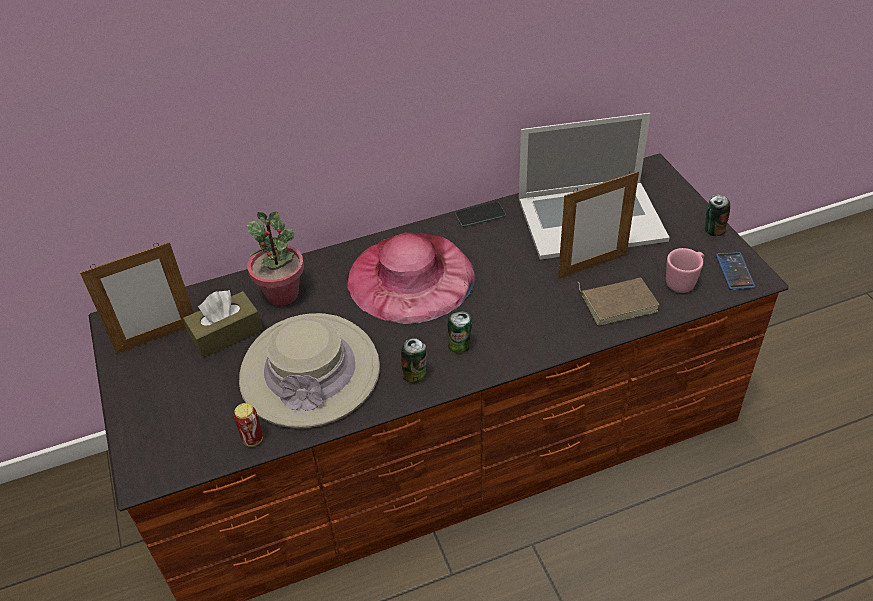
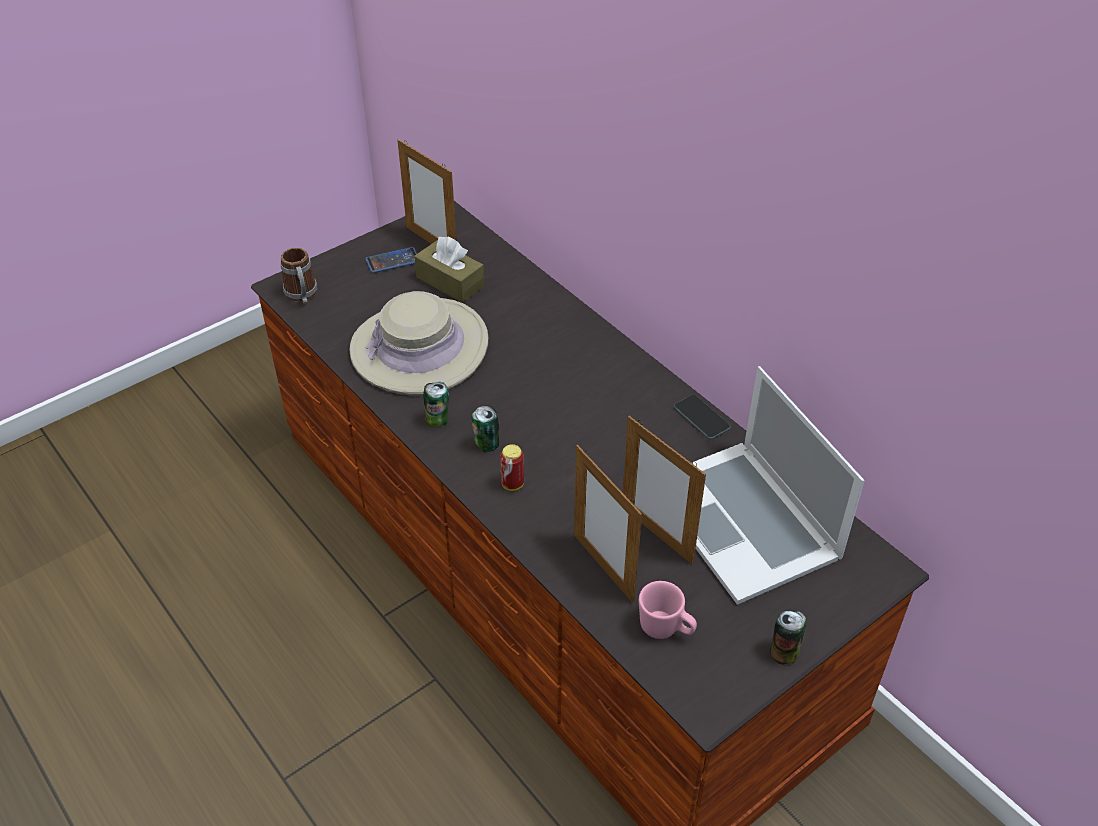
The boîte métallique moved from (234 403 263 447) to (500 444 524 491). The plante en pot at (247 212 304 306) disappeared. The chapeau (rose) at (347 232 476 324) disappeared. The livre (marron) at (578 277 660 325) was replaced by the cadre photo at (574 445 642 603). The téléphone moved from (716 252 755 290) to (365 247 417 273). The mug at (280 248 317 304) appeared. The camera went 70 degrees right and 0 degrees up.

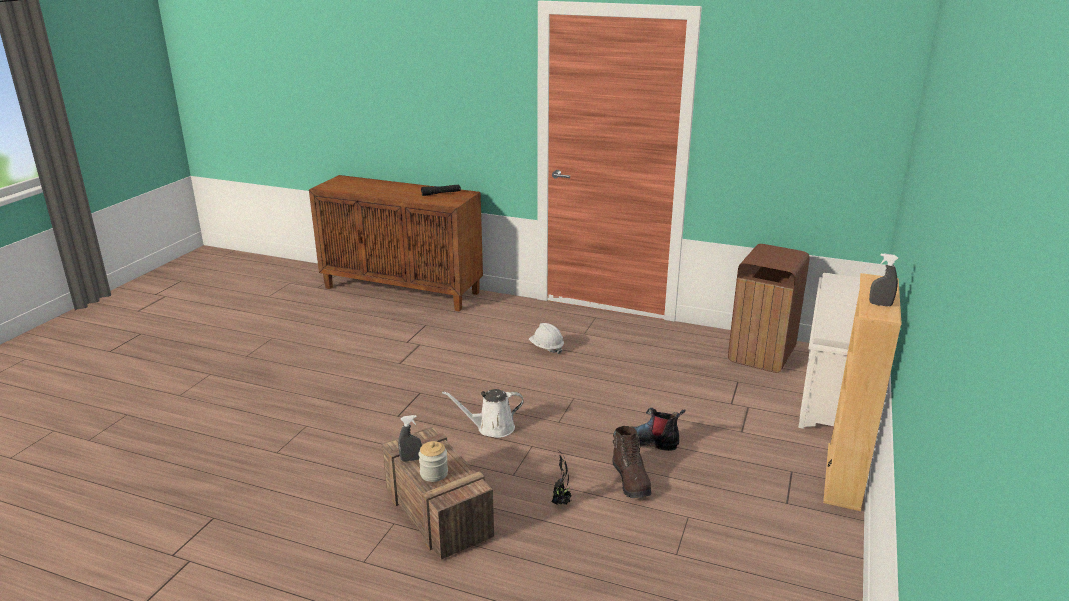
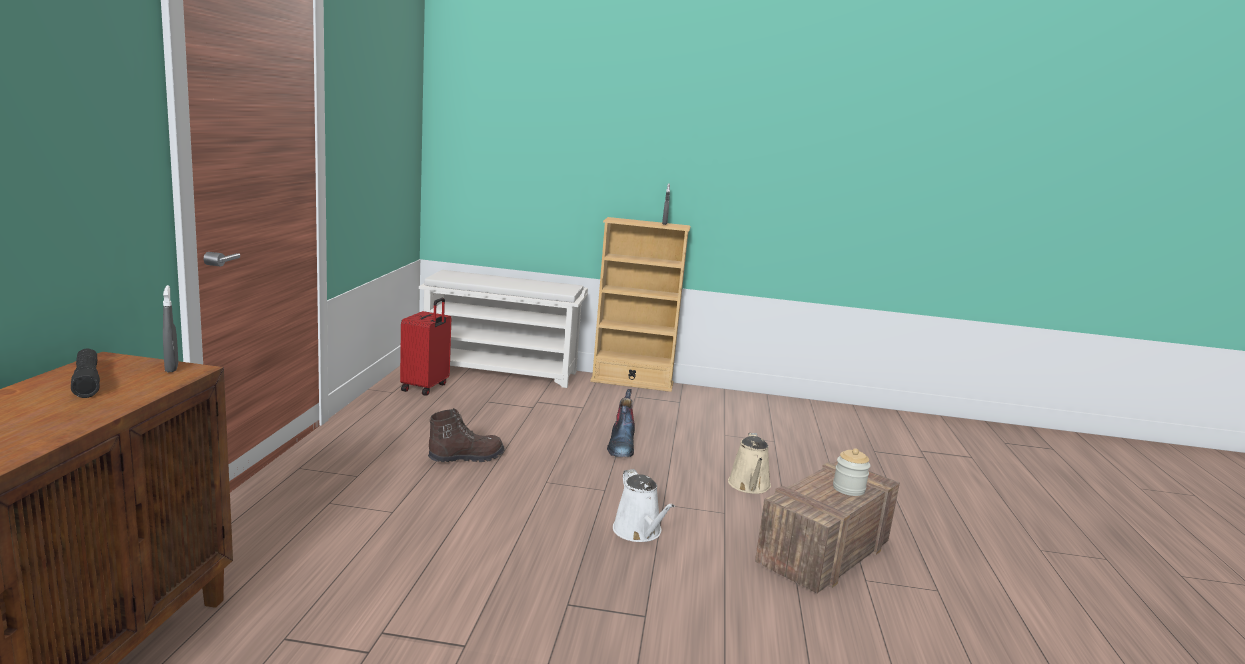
The vaporisateur (gris) moved from (398 415 422 461) to (163 285 178 372). The casque de chantier (blanc) at (529 323 564 354) disappeared. The plante en pot at (551 451 572 505) was replaced by the arrosoir (beige) at (728 433 771 494). The botte (marron) moved from (613 426 651 498) to (428 408 504 462). The poubelle (marron) at (728 244 810 373) was replaced by the valise (rouge) at (400 298 451 396). The camera went 105 degrees left and 10 degrees down.

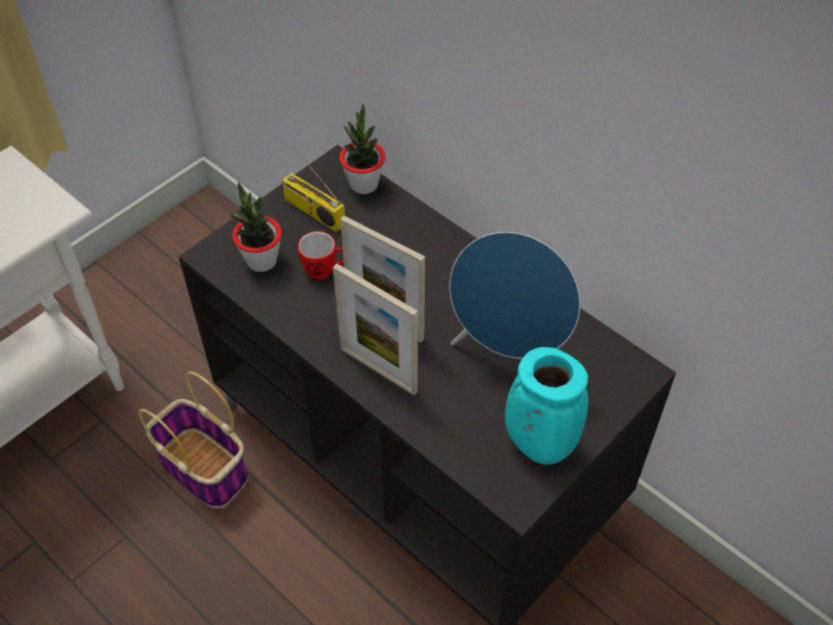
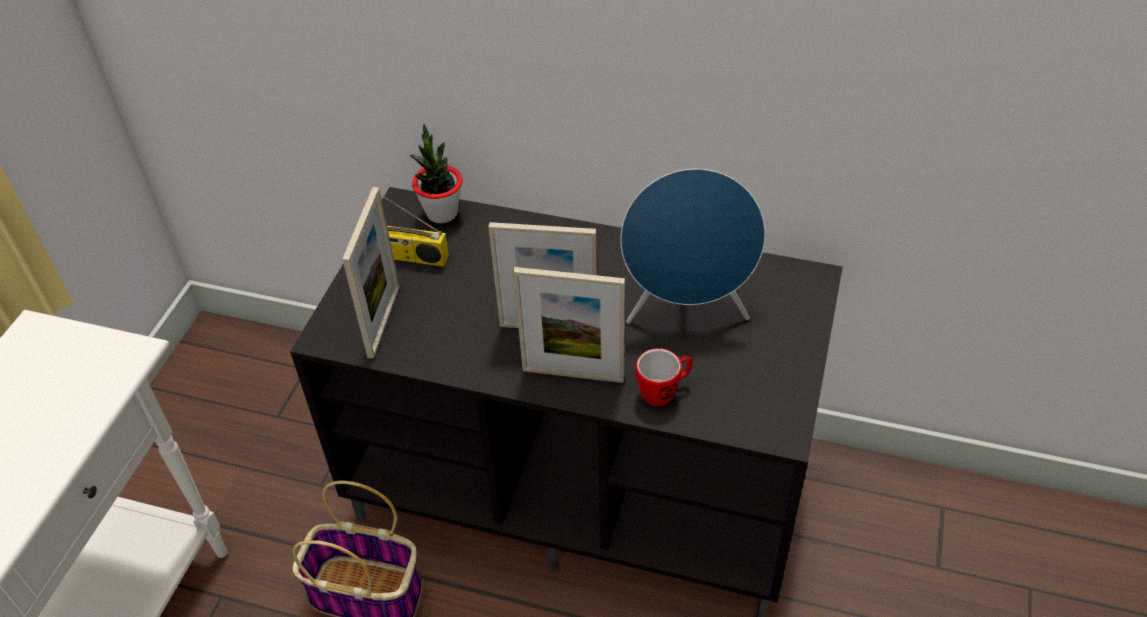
The plante en pot at (229 182 282 272) was replaced by the cadre photo at (342 187 400 359). The mug moved from (298 231 344 279) to (635 348 693 406). The vase (turquoise) at (505 347 588 465) disappeared. The camera went 25 degrees left and 5 degrees down.

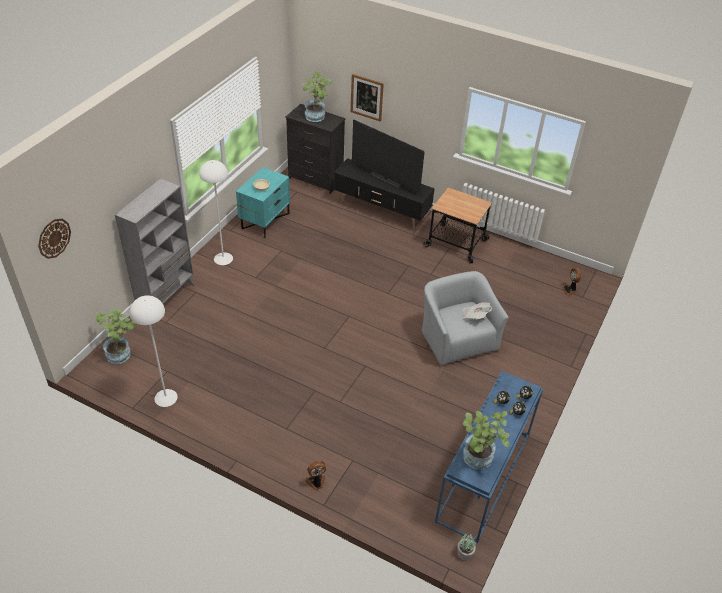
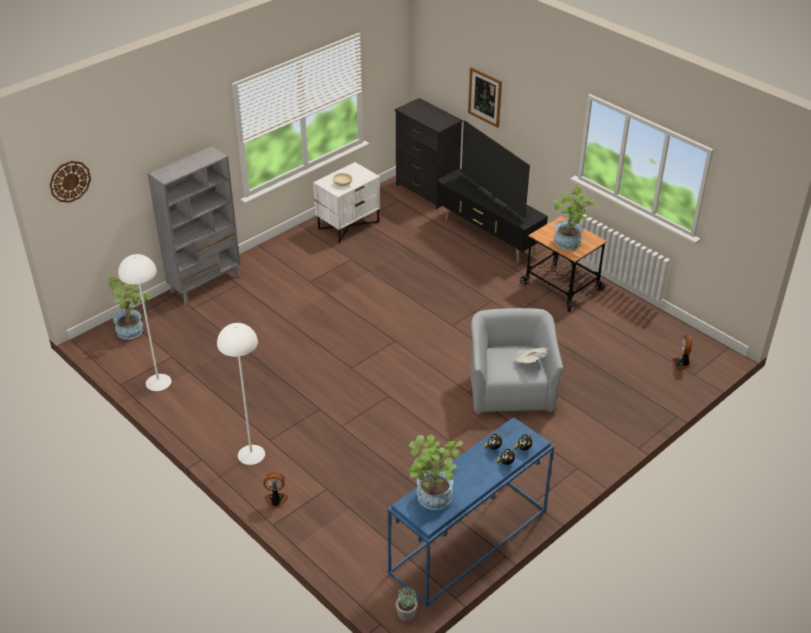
The lampadaire (blanc) moved from (199 160 233 265) to (217 323 265 465). The table de chevet (turquoise) at (236 167 290 238) became the table de chevet (blanc) at (313 162 380 243). The plante en pot moved from (301 71 335 122) to (554 185 599 250). The camera went 20 degrees right and 5 degrees down.

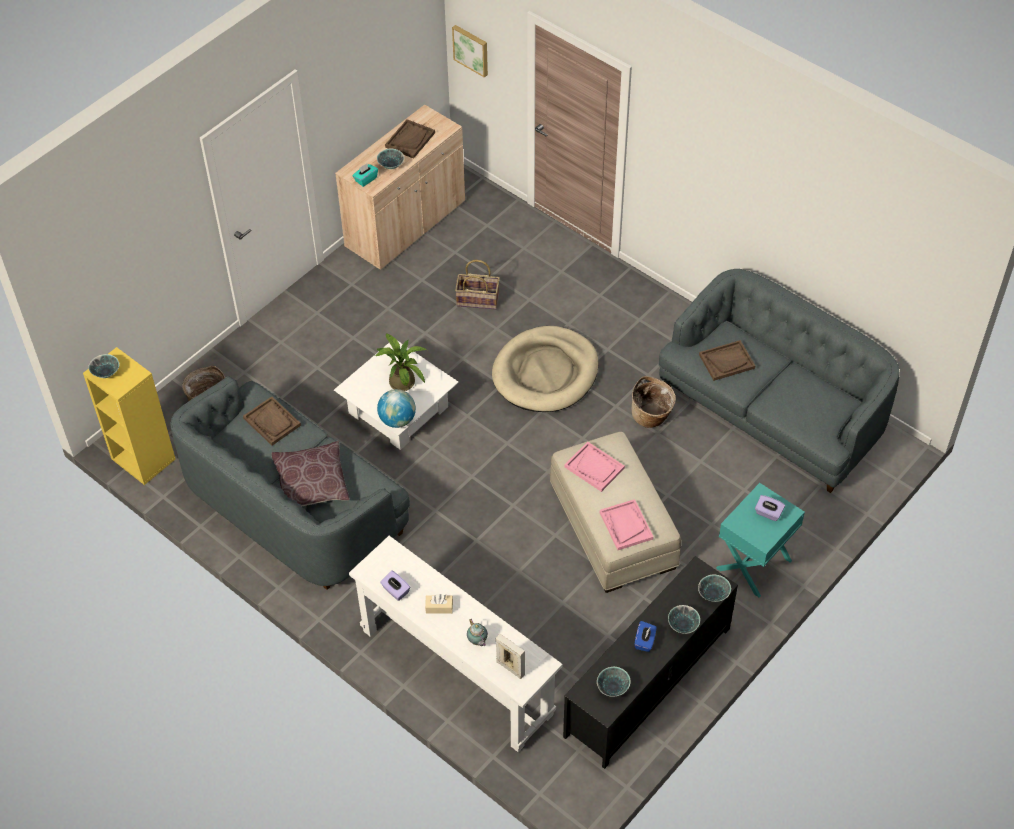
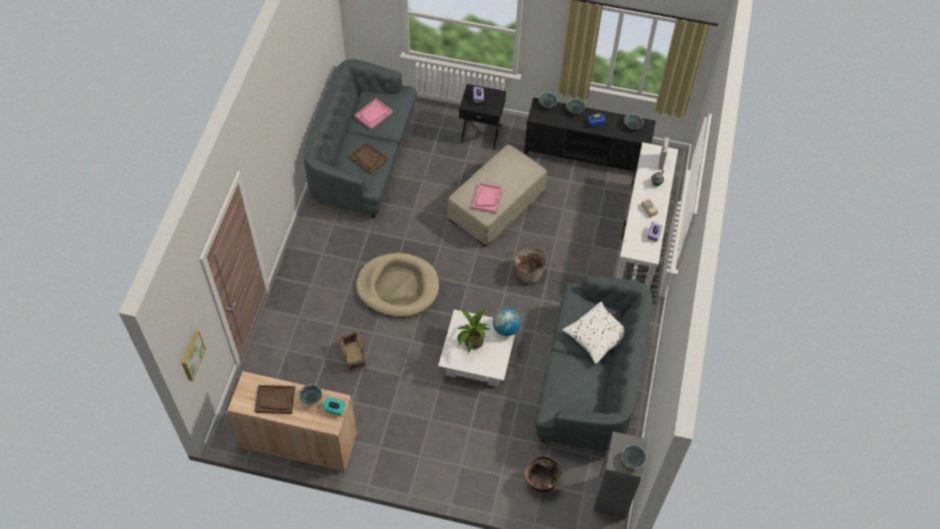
The bibliothèque (jaune) at (83 347 175 485) became the bibliothèque (gris) at (593 431 648 519). The plateau (marron) at (243 396 301 445) disappeared. The coussin (marron) at (272 441 349 506) became the coussin (blanc) at (562 302 624 364). The plateau (rose) moved from (600 499 653 550) to (355 99 393 130). The panier moved from (632 376 676 428) to (514 248 546 283). The table de chevet (turquoise) at (716 483 805 597) became the table de chevet (noir) at (459 84 506 149). The camera went 120 degrees left and 5 degrees up.

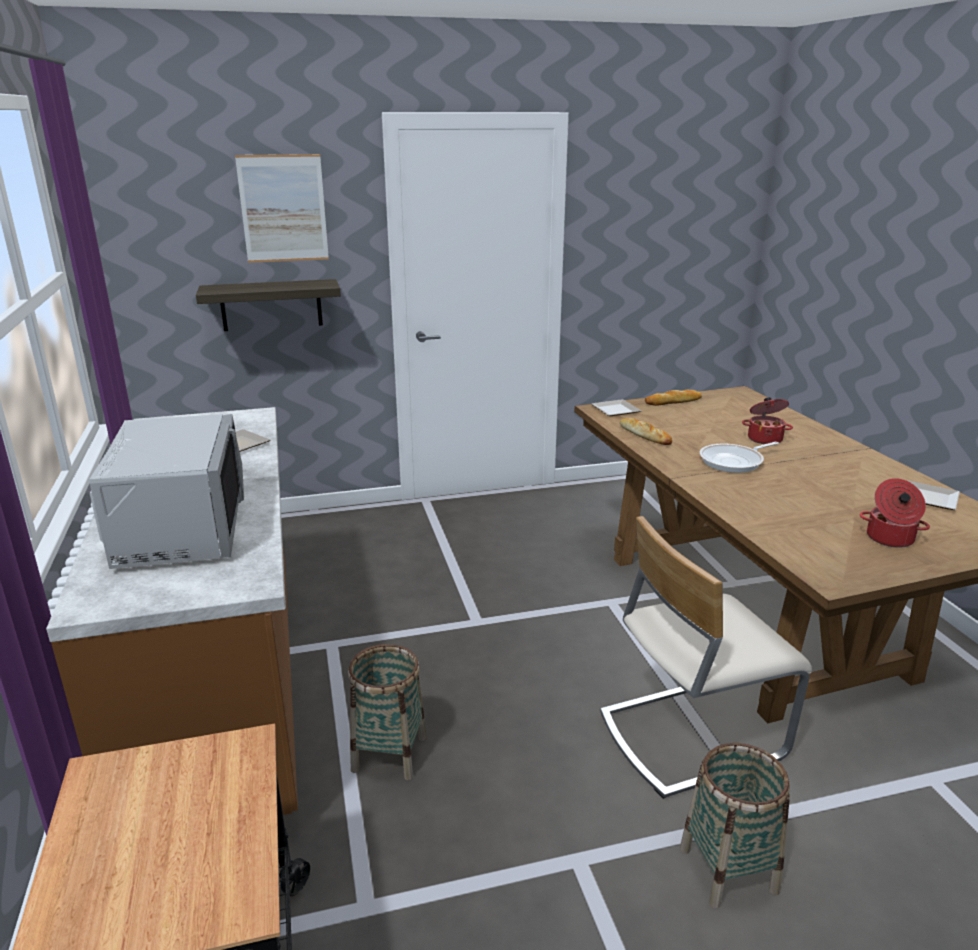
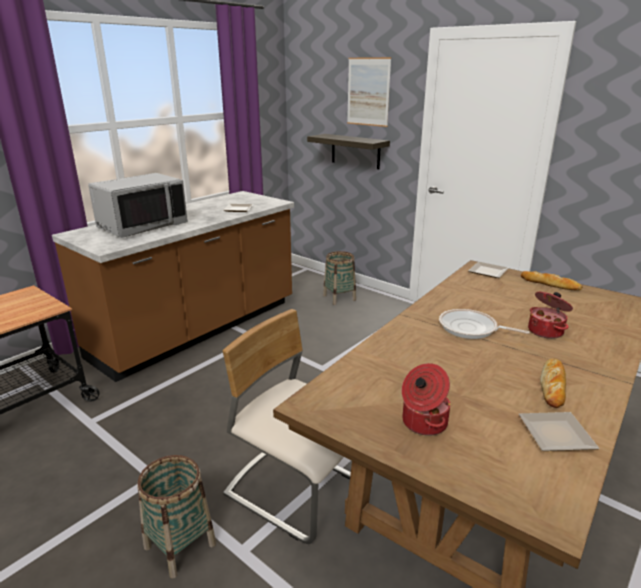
The panier moved from (348 644 427 780) to (323 251 356 305). The pain moved from (620 418 672 445) to (540 358 566 408). The camera went 55 degrees right and 0 degrees up.

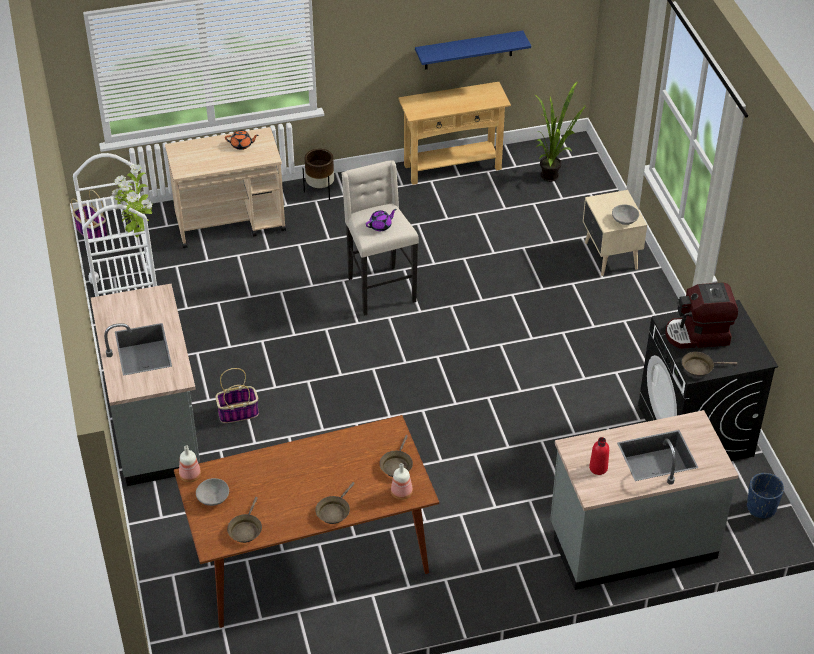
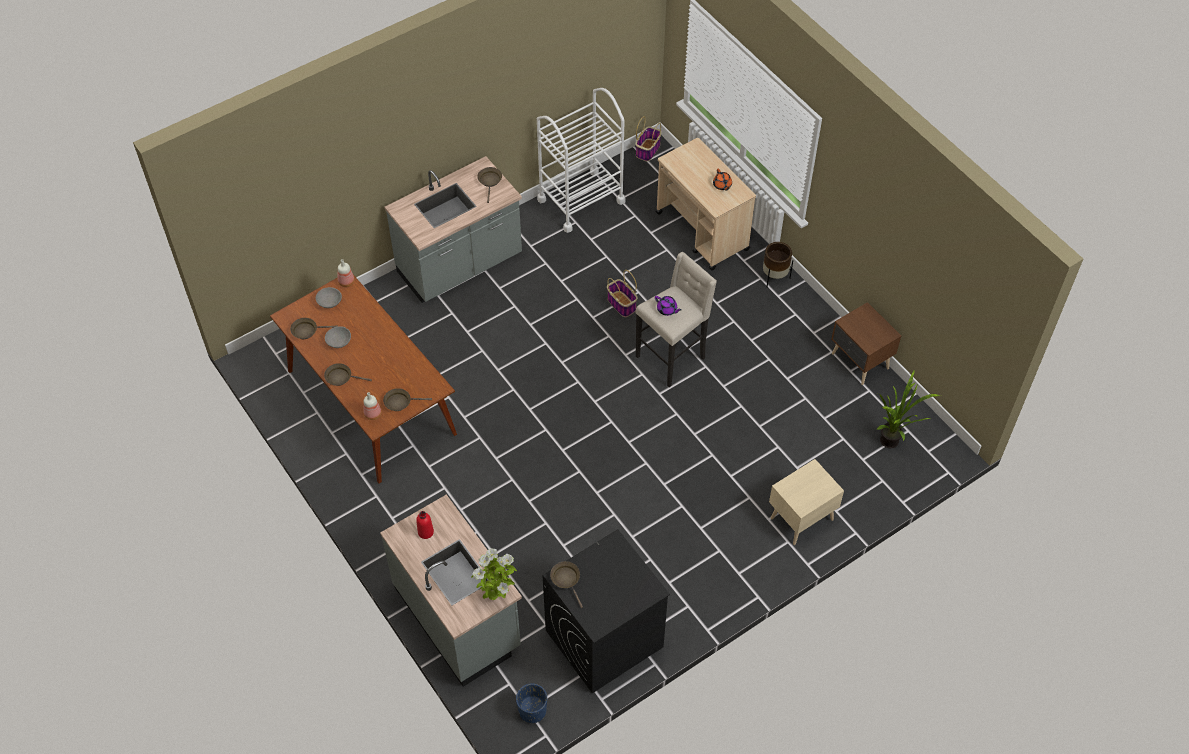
The plante en pot moved from (111 164 153 238) to (471 548 517 600). The panier moved from (215 368 259 423) to (607 270 637 317). The table console (beige) at (398 82 511 185) was replaced by the table de chevet (marron) at (831 302 901 385). The étagère (bleu) at (415 31 531 69) disappeared. The bol (gris) moved from (612 204 639 225) to (325 326 351 348). The machine à café at (665 282 738 349) disappeared. The poêle (marron) at (477 167 502 203) appeared. The camera went 70 degrees right and 10 degrees up.

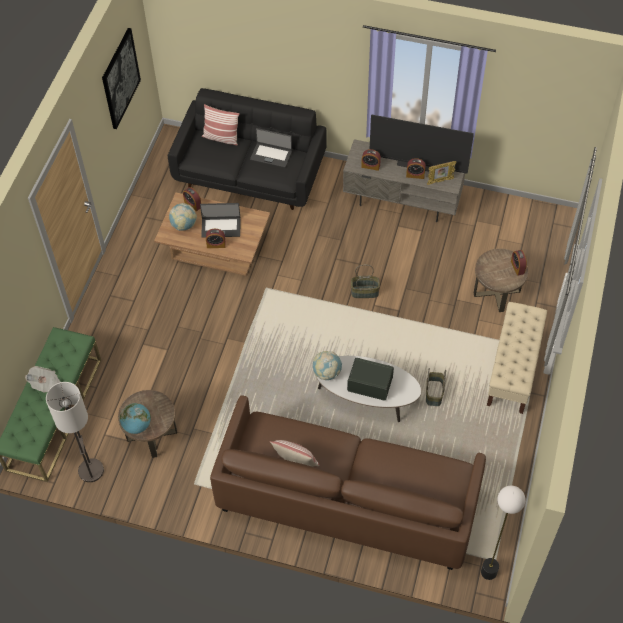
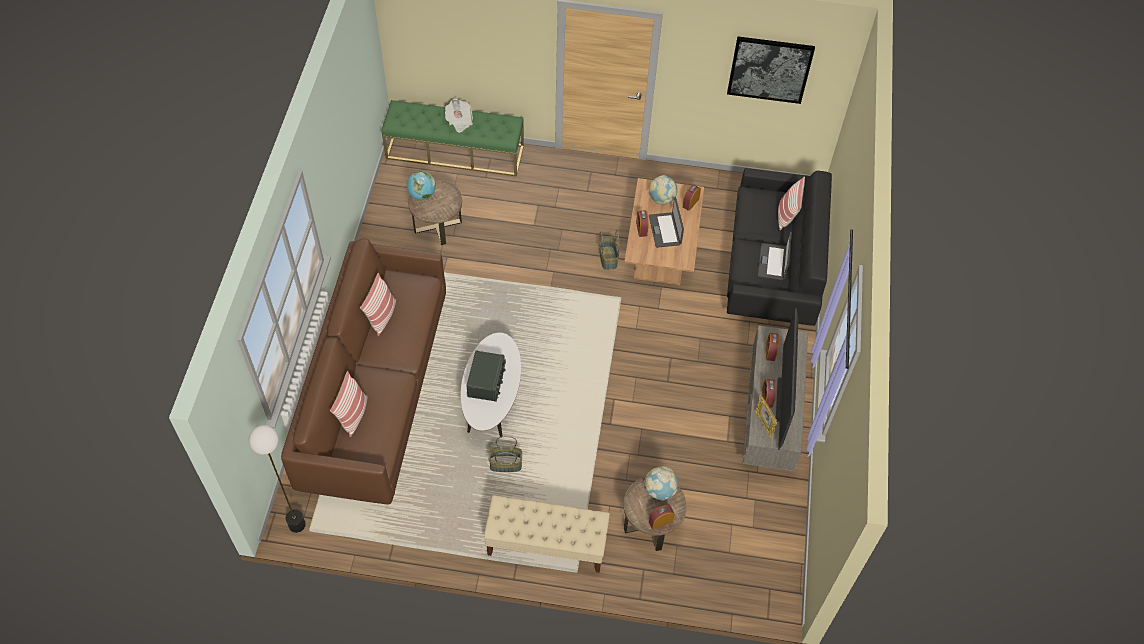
The lampadaire at (46 382 104 482) disappeared. The globe moved from (313 351 342 380) to (644 466 678 501). The panier moved from (351 265 380 298) to (599 230 620 270). The coussin at (330 371 368 437) appeared. The camera went 80 degrees right and 0 degrees up.

